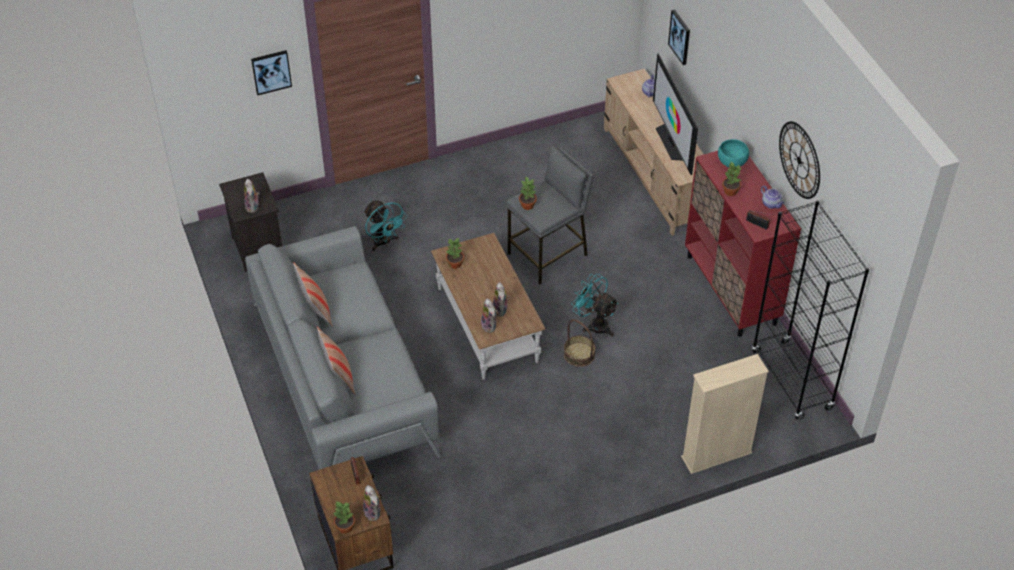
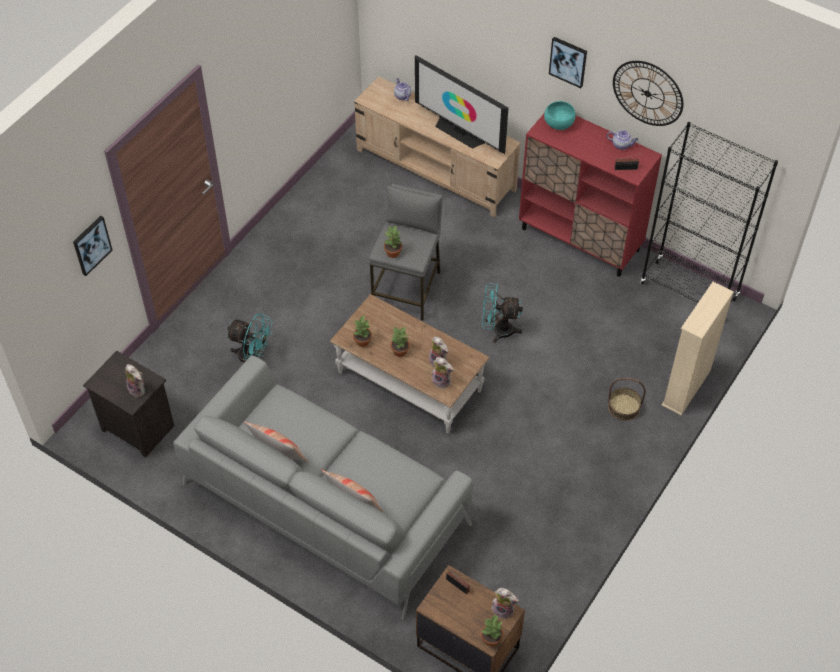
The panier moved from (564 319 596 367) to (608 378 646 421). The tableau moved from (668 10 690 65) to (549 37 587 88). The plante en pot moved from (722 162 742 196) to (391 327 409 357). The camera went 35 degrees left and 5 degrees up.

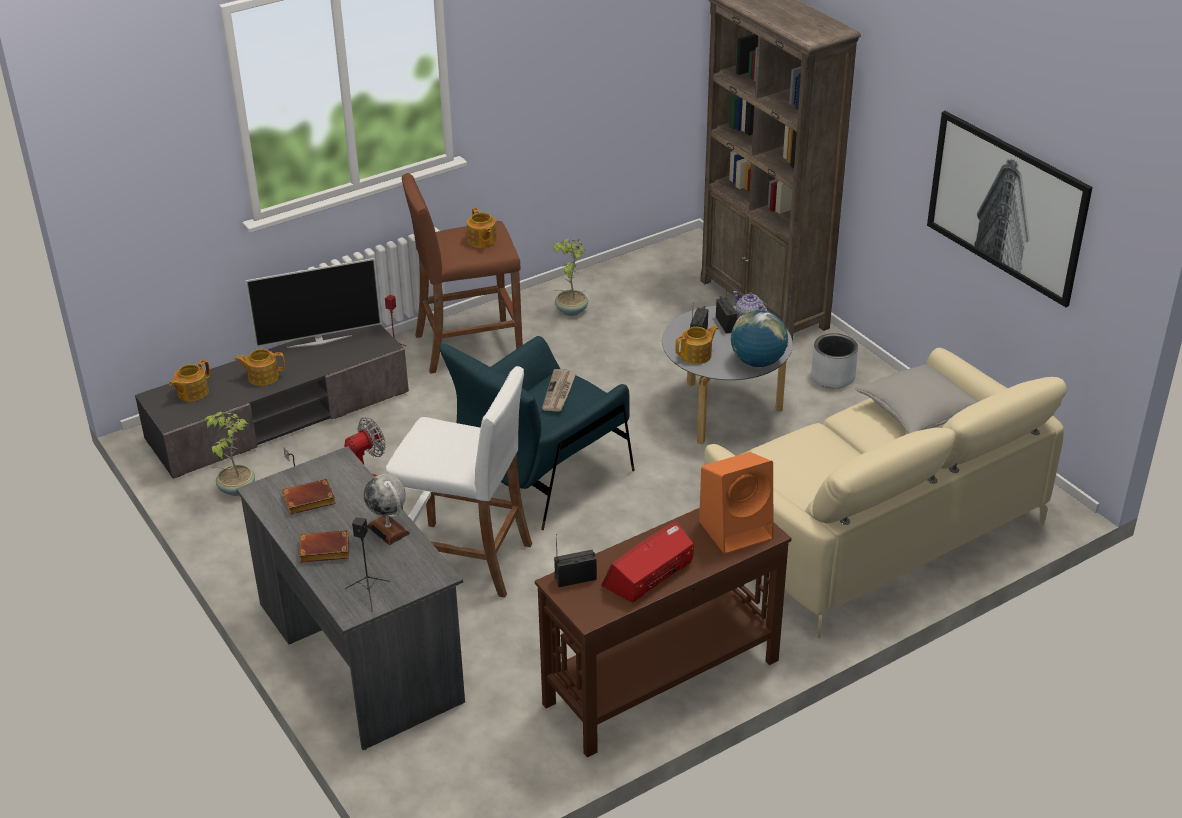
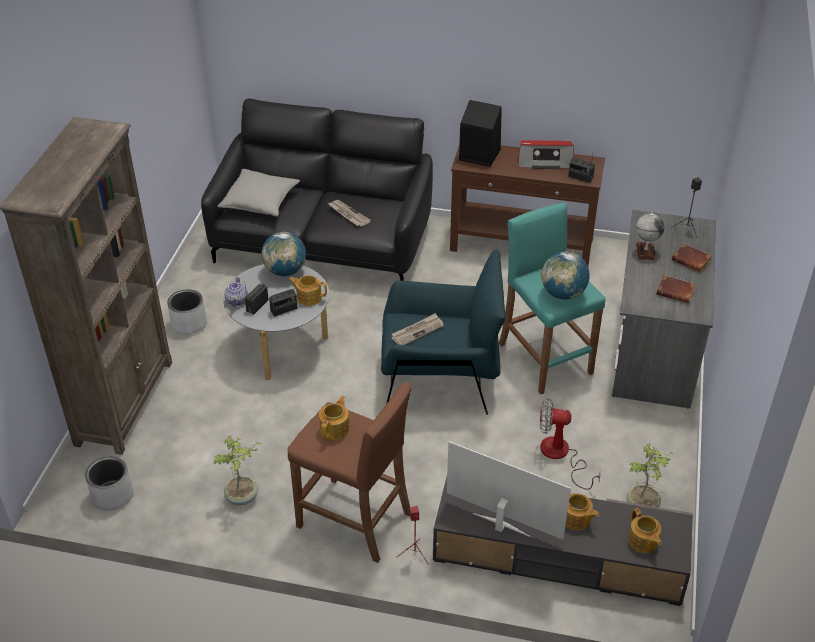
The théière at (169 360 210 402) turned 75 degrees clockwise. The tabouret (blanc) at (386 366 532 598) became the tabouret (turquoise) at (499 203 606 395). The enceinte (orange) at (699 452 774 554) became the enceinte (noir) at (459 100 502 167). The canapé (beige) at (704 348 1067 639) became the canapé (noir) at (201 98 433 281). The tableau at (927 111 1093 307) disappeared. The cache-pot (gris) at (85 457 133 511) appeared. The journal at (328 200 371 227) appeared. The globe at (541 252 590 299) appeared. The camera went 135 degrees left and 5 degrees up.

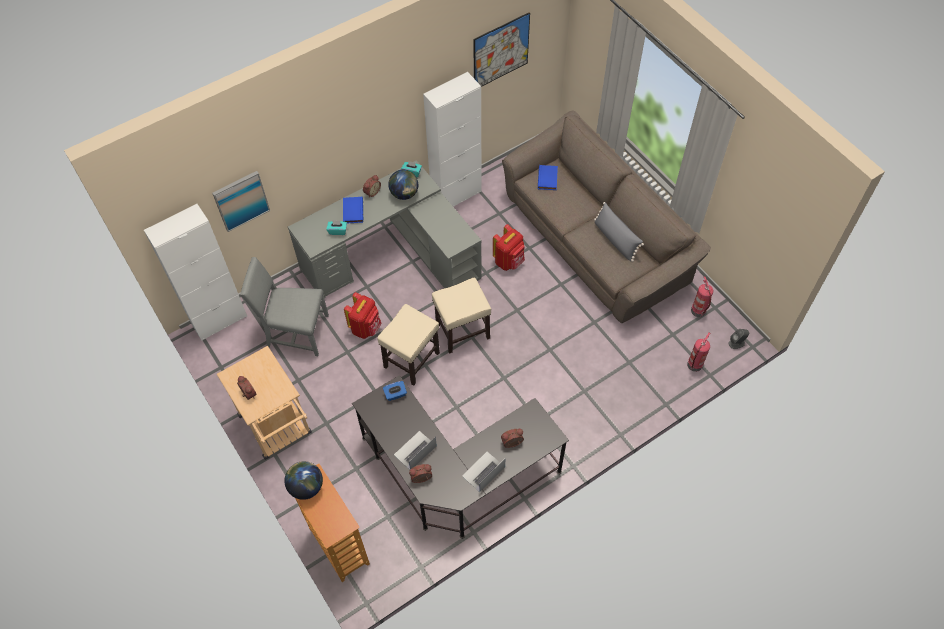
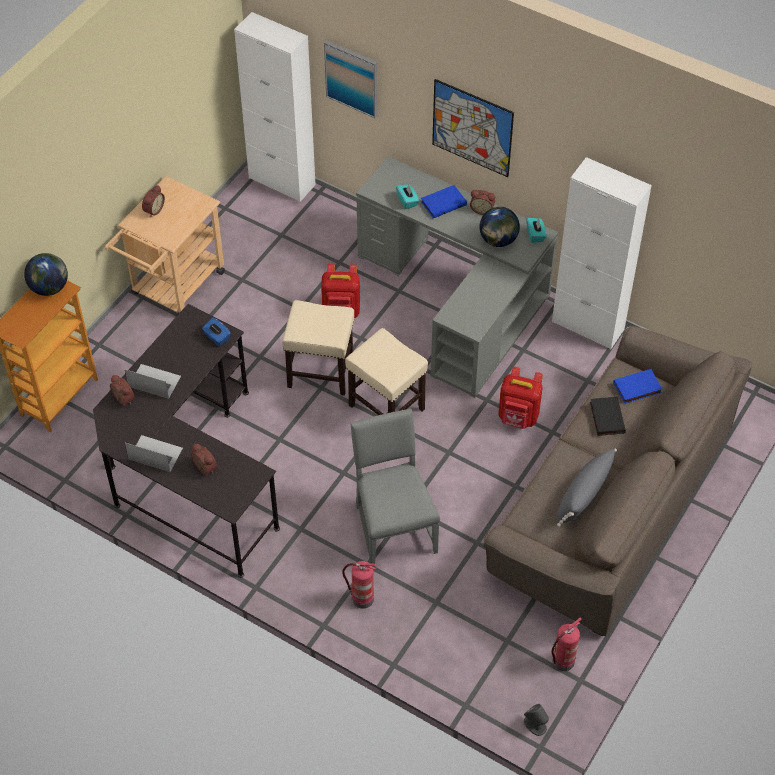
The chaise (gris) moved from (240 257 329 356) to (350 408 440 567). The tableau moved from (473 12 530 87) to (432 79 514 177). The extincteur moved from (687 333 710 372) to (342 561 377 609). The livre (noir) at (590 396 626 436) appeared. The camera went 65 degrees right and 5 degrees down.

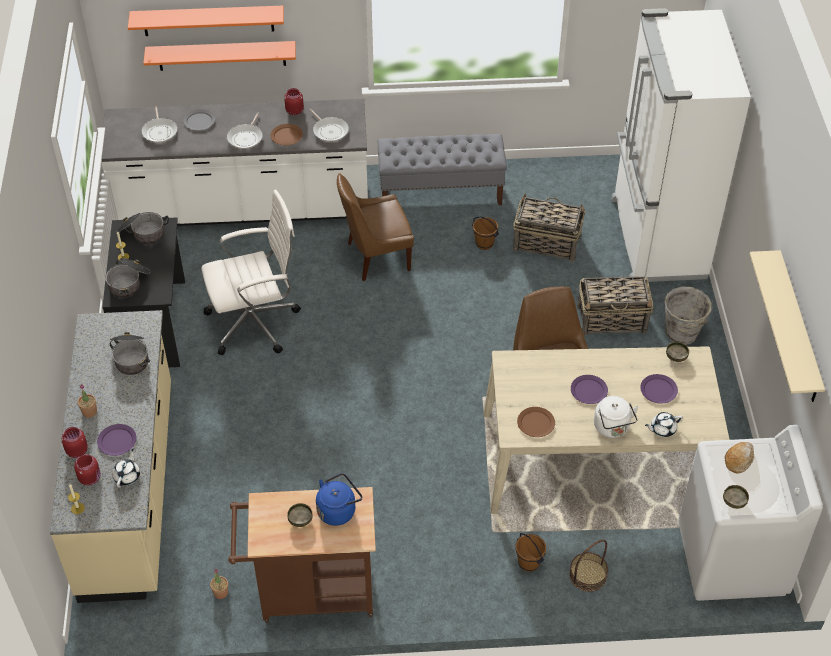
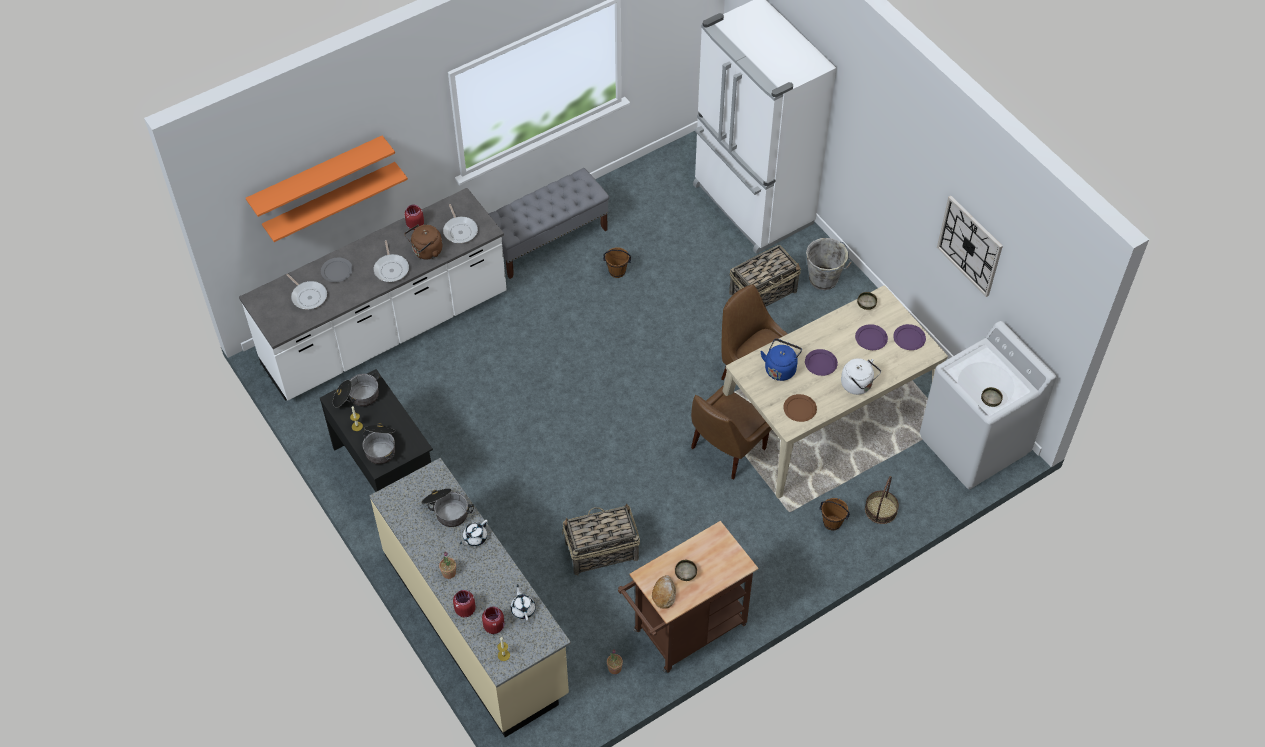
The assiette (violet) moved from (97 424 137 456) to (893 324 926 350). The chaise de bureau (blanc) at (201 189 301 355) disappeared. The assiette (marron) at (271 124 303 146) was replaced by the bouilloire (marron) at (404 224 443 259). The poêle at (310 109 349 142) turned 45 degrees clockwise. The bouilloire (bleu) moved from (316 473 362 526) to (760 339 802 381). The chaise (marron) moved from (337 173 414 281) to (691 385 772 479). The panier moved from (513 194 585 262) to (562 504 640 575). The théière (blanc) moved from (645 412 683 437) to (460 520 488 546). The pain moved from (725 442 754 474) to (652 575 676 609). The étagère (beige) at (750 250 825 402) was replaced by the horloge murale at (937 196 1003 297). The camera went 30 degrees left and 5 degrees up.

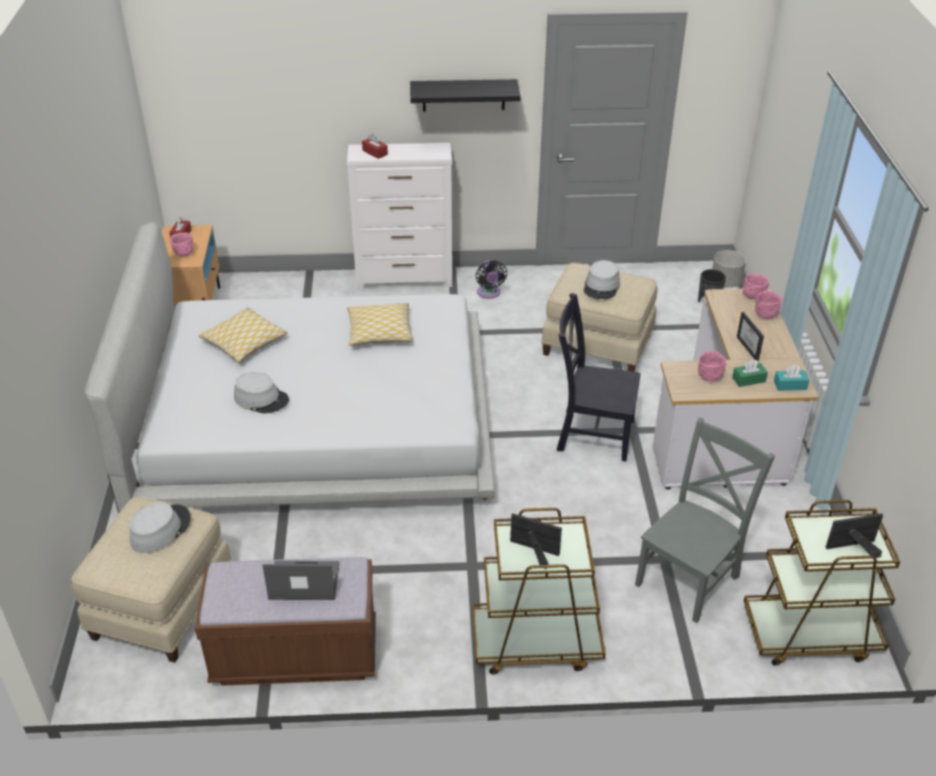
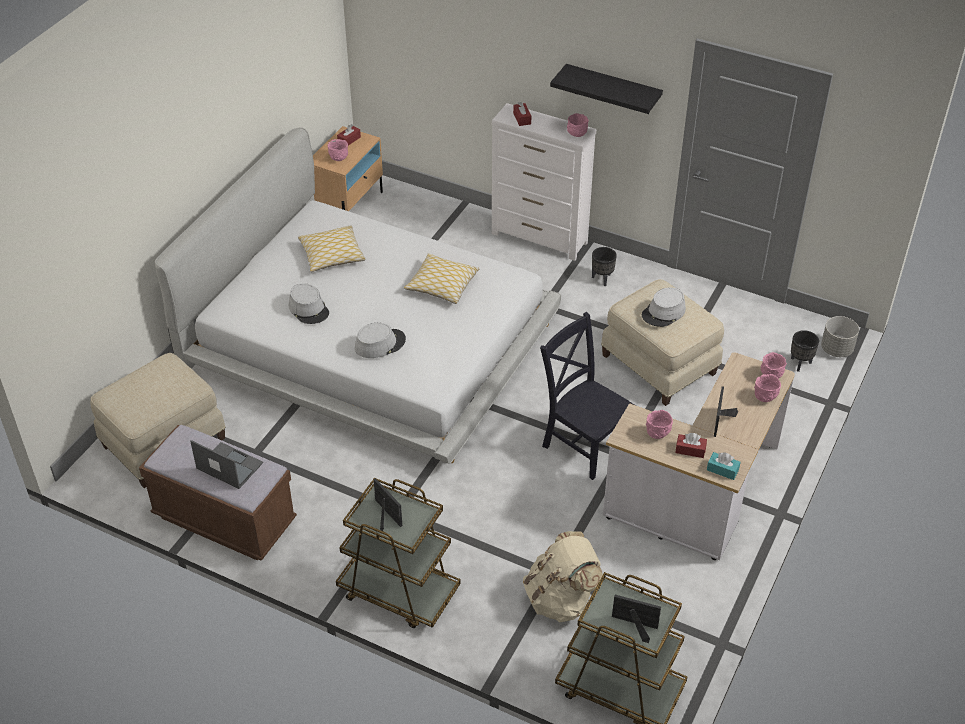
The chapeau (gris) moved from (130 502 191 553) to (355 323 406 358). The ventilateur (noir) at (476 260 507 299) was replaced by the cache-pot (noir) at (592 247 617 286). The chaise (gris) at (635 417 775 623) was replaced by the sac à dos (beige) at (523 531 603 623). The boîte à mouchoirs (vert) at (732 359 768 387) became the boîte à mouchoirs (rouge) at (675 433 707 458). The bol (rose) at (567 113 589 137) appeared. The camera went 30 degrees right and 5 degrees up.

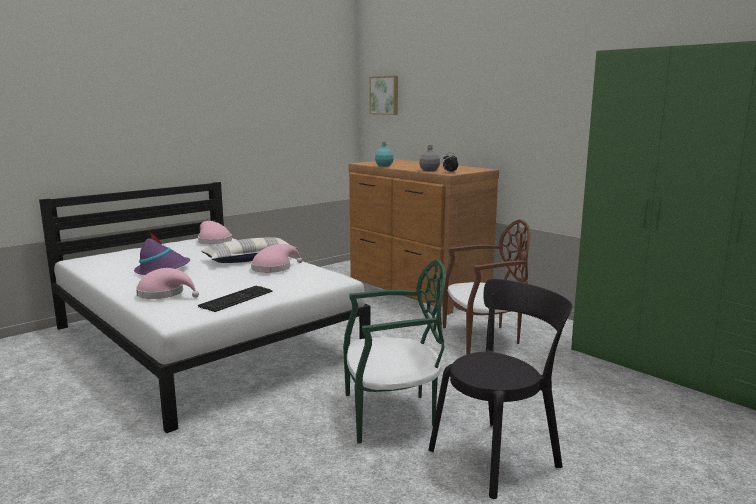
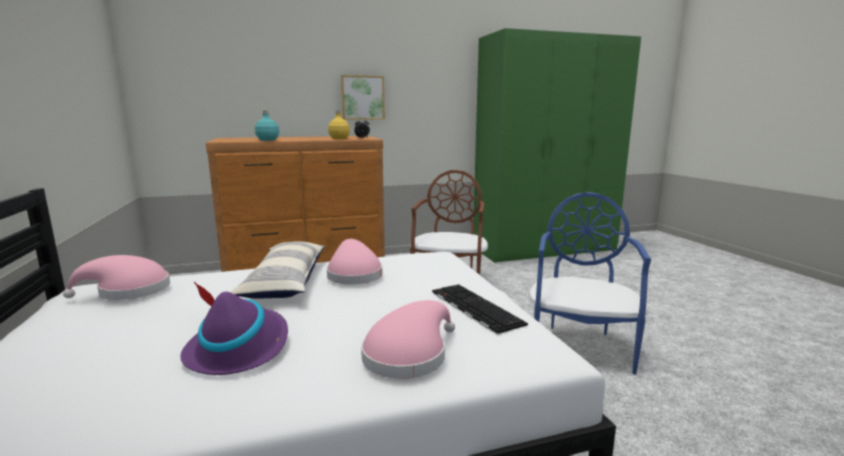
The chaise (vert) at (343 259 446 443) became the chaise (bleu) at (529 192 651 375). The tableau moved from (369 76 398 115) to (341 75 385 119). The bouteille (gris) at (419 145 440 171) became the bouteille (jaune) at (328 111 350 139). The chaise (noir) at (429 279 572 499) disappeared. The camera went 65 degrees left and 0 degrees up.

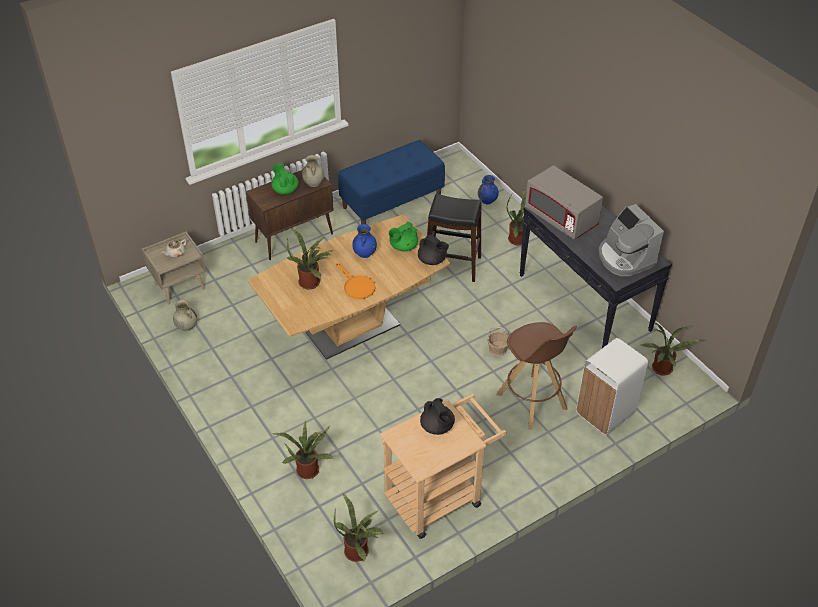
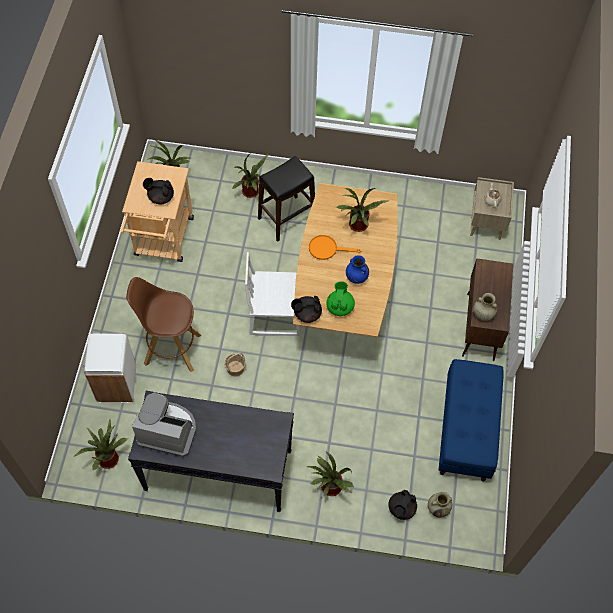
The vase (beige) moved from (173 300 197 331) to (428 492 452 518). The théière (vert) at (271 163 299 194) disappeared. The tabouret (noir) moved from (427 194 482 282) to (258 156 315 242). The vase (bleu) at (478 175 499 204) was replaced by the théière (noir) at (388 490 417 520). The micro-ondes (gris) at (525 165 603 239) disappeared. The chaise (blanc) at (245 252 300 336) appeared. The camera went 130 degrees right and 15 degrees up.

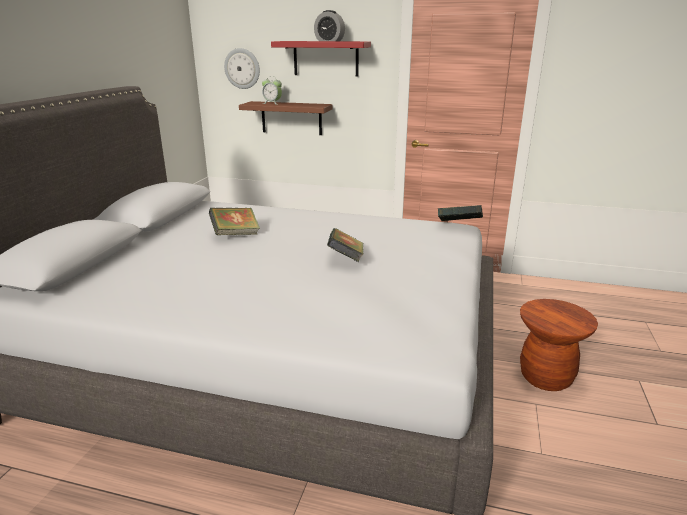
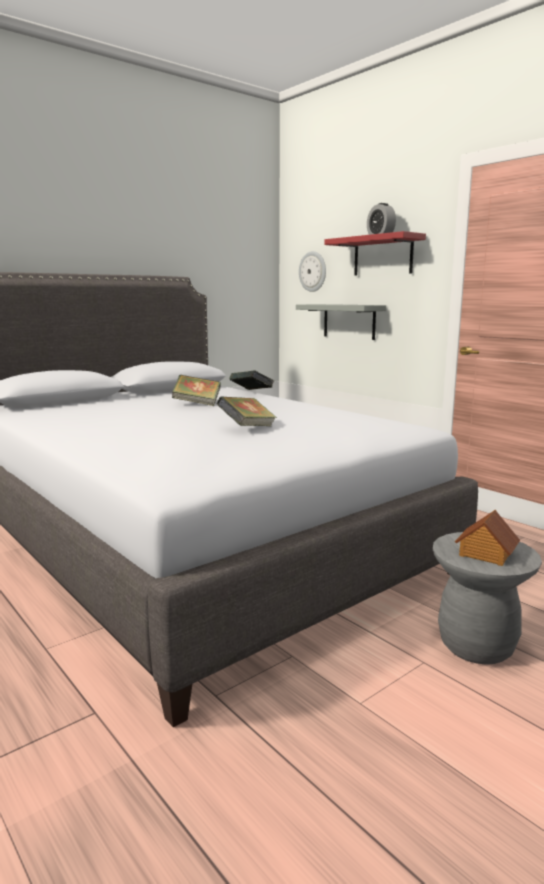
The étagère (marron) at (239 101 333 135) became the étagère (gris) at (296 304 386 340). The réveil at (262 76 282 104) disappeared. The livre moved from (438 205 483 221) to (229 370 274 390). The tabouret (marron) at (520 299 598 391) became the tabouret (gris) at (433 532 542 665). The maison miniature at (455 510 520 566) appeared. The camera went 35 degrees right and 10 degrees down.

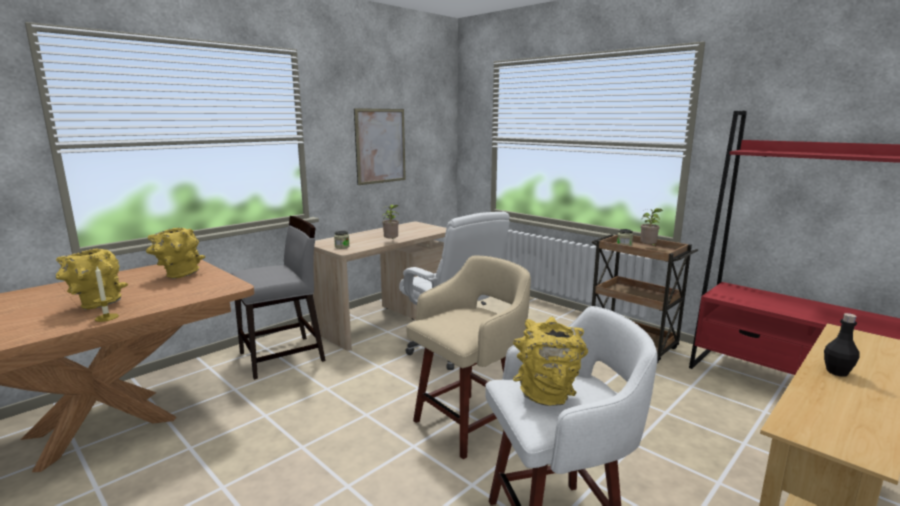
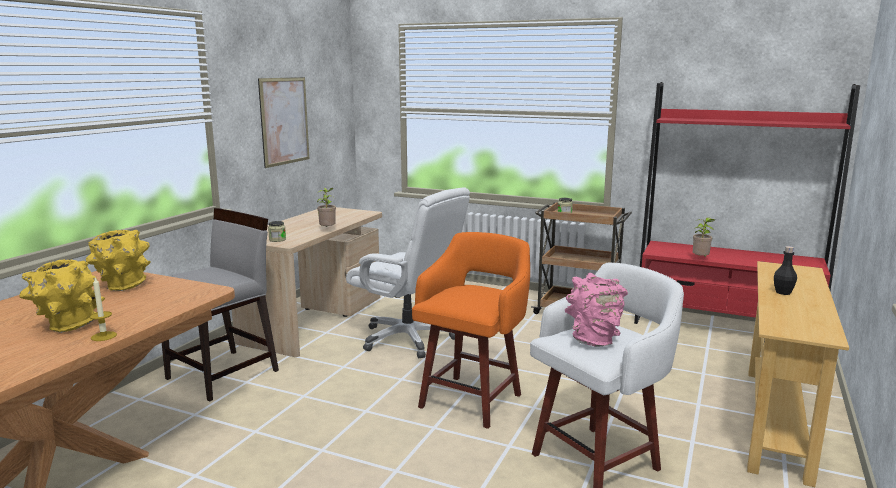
The tabouret (beige) at (406 256 531 459) became the tabouret (orange) at (412 232 530 429). The vase (jaune) at (513 317 588 406) became the vase (rose) at (565 273 628 347). The plante en pot moved from (640 208 663 245) to (693 217 715 256). The camera went 20 degrees left and 0 degrees up.

